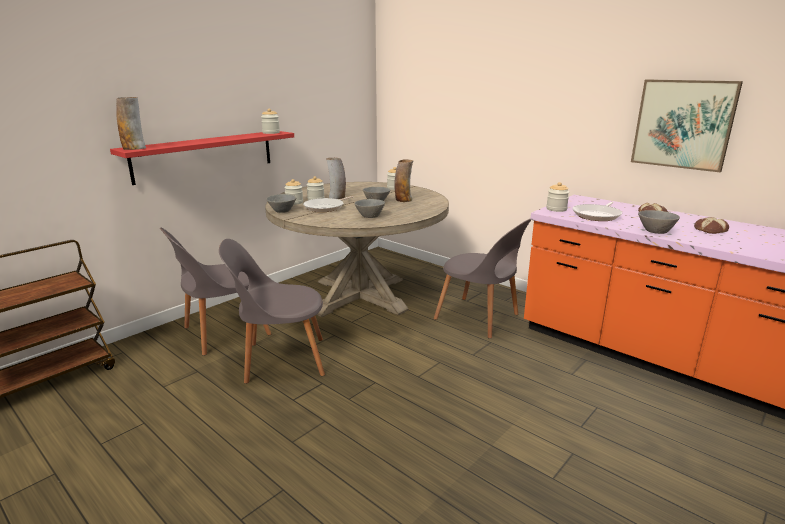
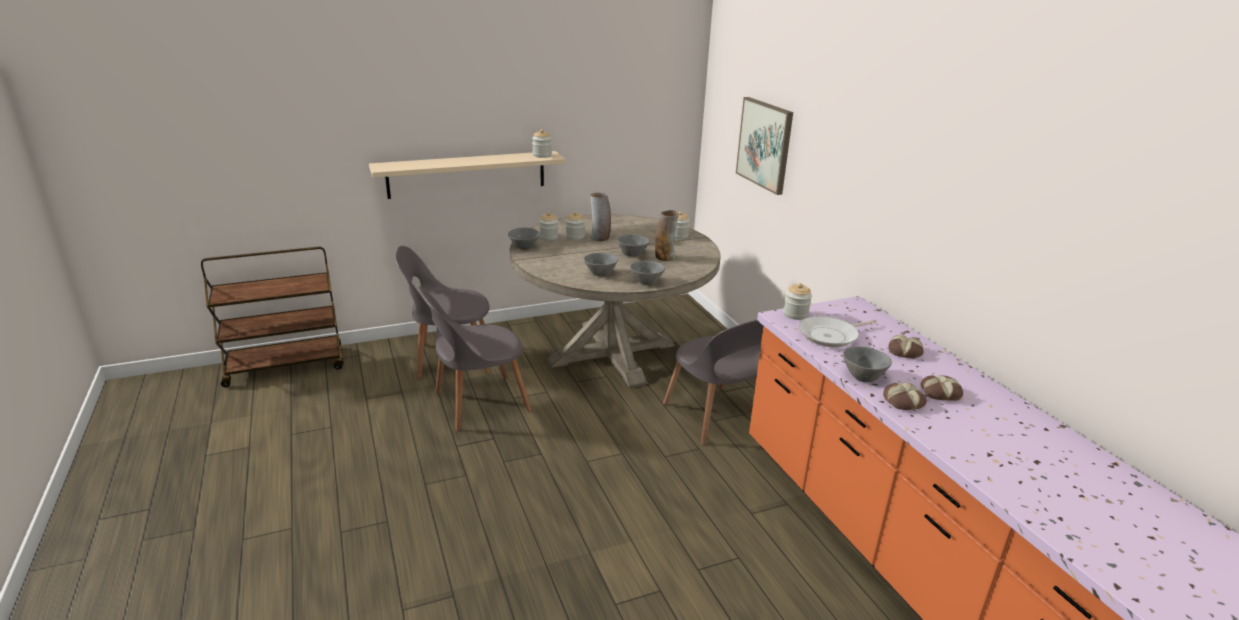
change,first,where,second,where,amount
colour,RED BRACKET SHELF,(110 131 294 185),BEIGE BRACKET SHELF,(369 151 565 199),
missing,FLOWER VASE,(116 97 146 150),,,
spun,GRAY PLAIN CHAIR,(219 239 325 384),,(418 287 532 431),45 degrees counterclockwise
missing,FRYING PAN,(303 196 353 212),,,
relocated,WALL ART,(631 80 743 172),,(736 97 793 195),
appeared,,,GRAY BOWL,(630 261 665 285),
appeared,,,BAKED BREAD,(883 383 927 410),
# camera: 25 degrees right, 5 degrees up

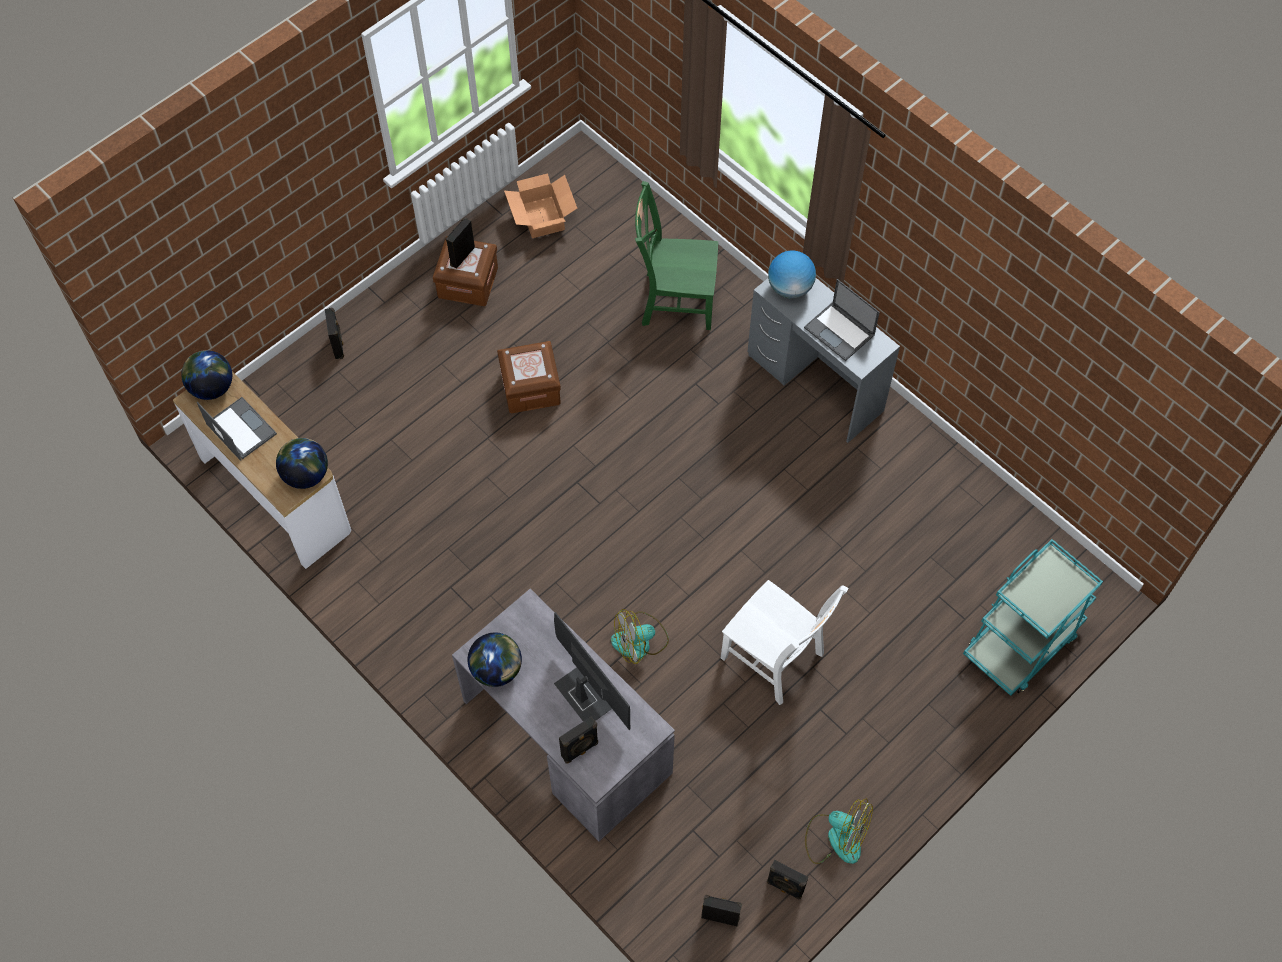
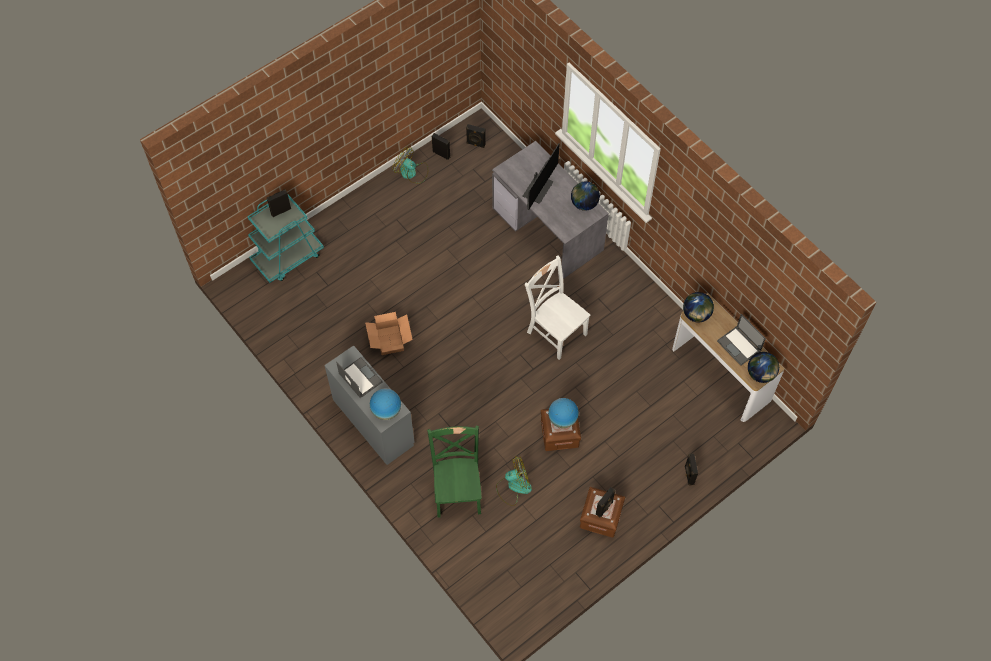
change,first,where,second,where,amount
relocated,CARDBOARD BOX,(504 173 577 238),,(365 312 413 355),
spun,MONITOR,(554 612 630 730),,(523 143 560 211),120 degrees counterclockwise
relocated,BLACK-COLOURED SPEAKER,(559 716 598 763),,(267 189 291 217),
relocated,FAN,(611 609 669 664),,(496 456 532 506),
spun,GREEN PLAIN CHAIR,(635 181 718 330),,(427 426 482 518),105 degrees counterclockwise
relocated,WHITE PLAIN CHAIR,(721 580 848 705),,(525 255 591 360),
appeared,,,WORLD GLOBE,(548 398 579 428),
# camera: 175 degrees left, 0 degrees up

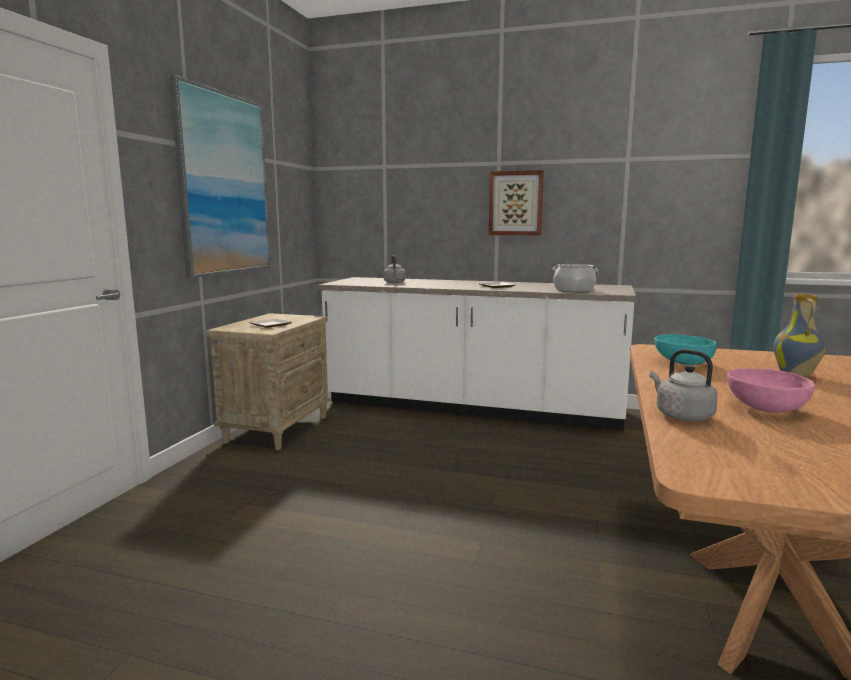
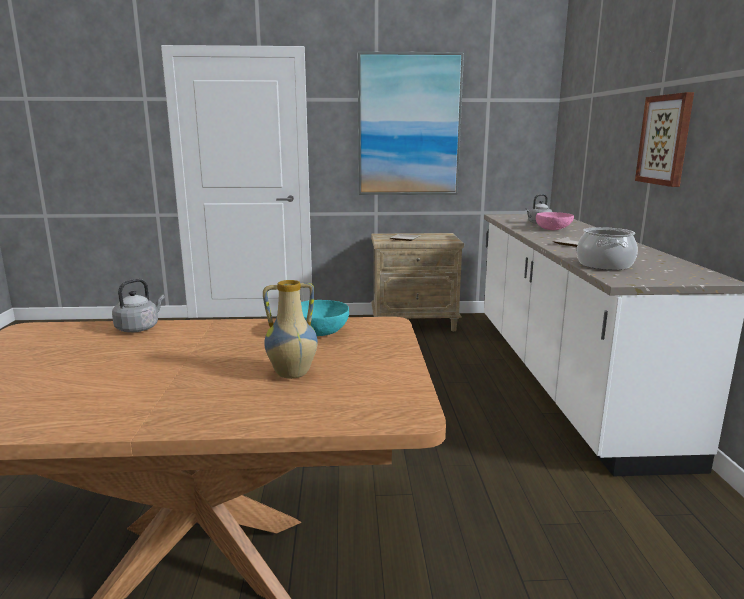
change,first,where,second,where,amount
relocated,PINK BOWL,(727 369 815 413),,(536 212 574 230),
# camera: 70 degrees right, 5 degrees up

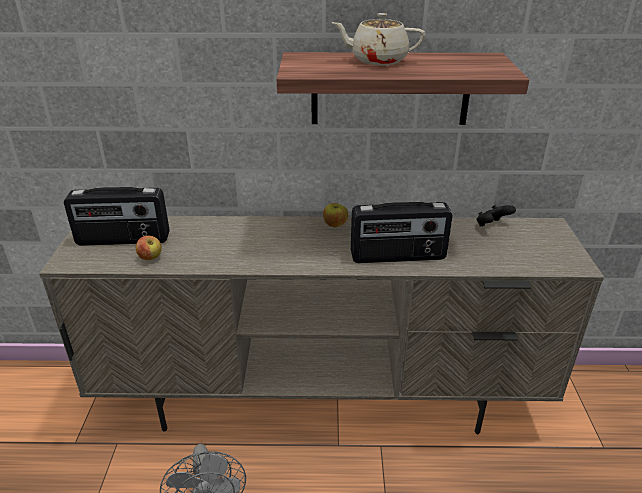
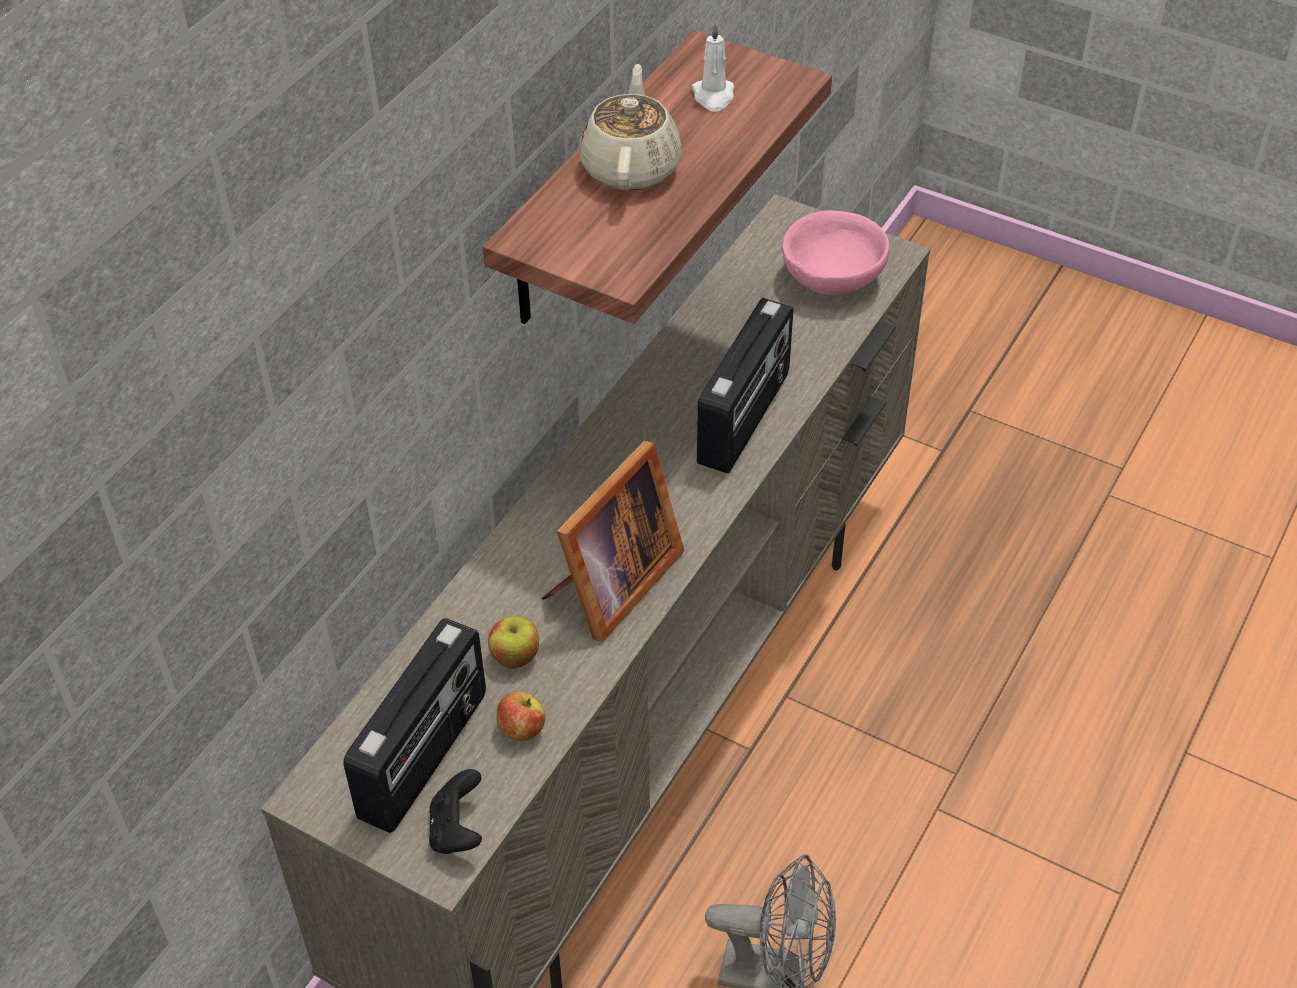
change,first,where,second,where,amount
relocated,WHOLE APPLE,(323 203 348 228),,(488 616 539 668),
spun,BEIGE TEAPOT,(332 13 425 65),,(579 64 682 190),150 degrees clockwise
relocated,BLACK-COLOURED GAMEPAD,(477 205 516 227),,(429 769 482 854),
appeared,,,STANDING FRAME,(542 440 684 642),
appeared,,,WHITE WAX CANDLE,(692 23 734 112),
appeared,,,PINK BOWL,(782 210 889 295),
# camera: 60 degrees left, 15 degrees up

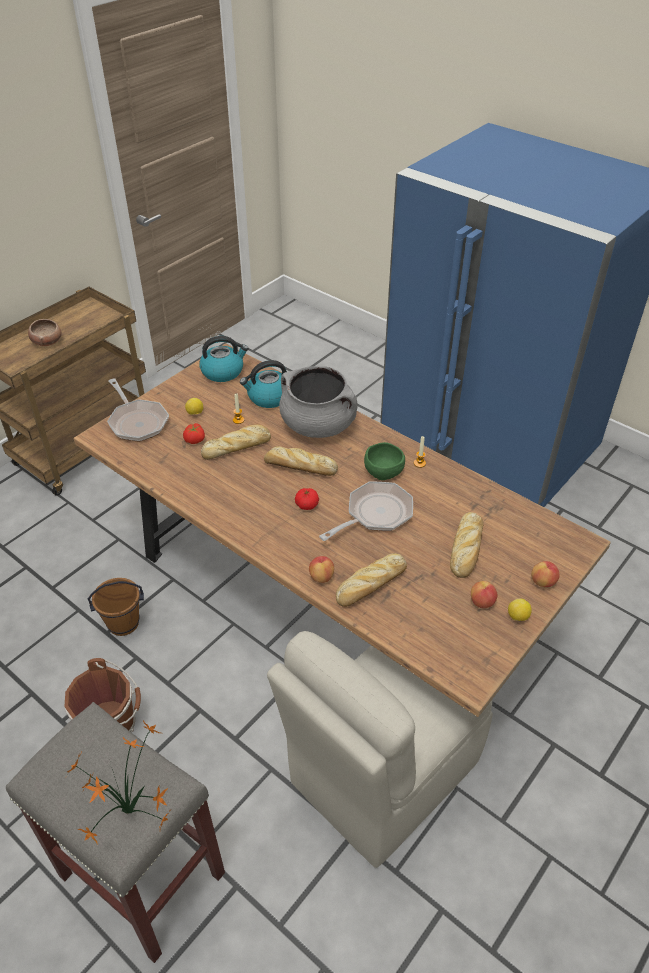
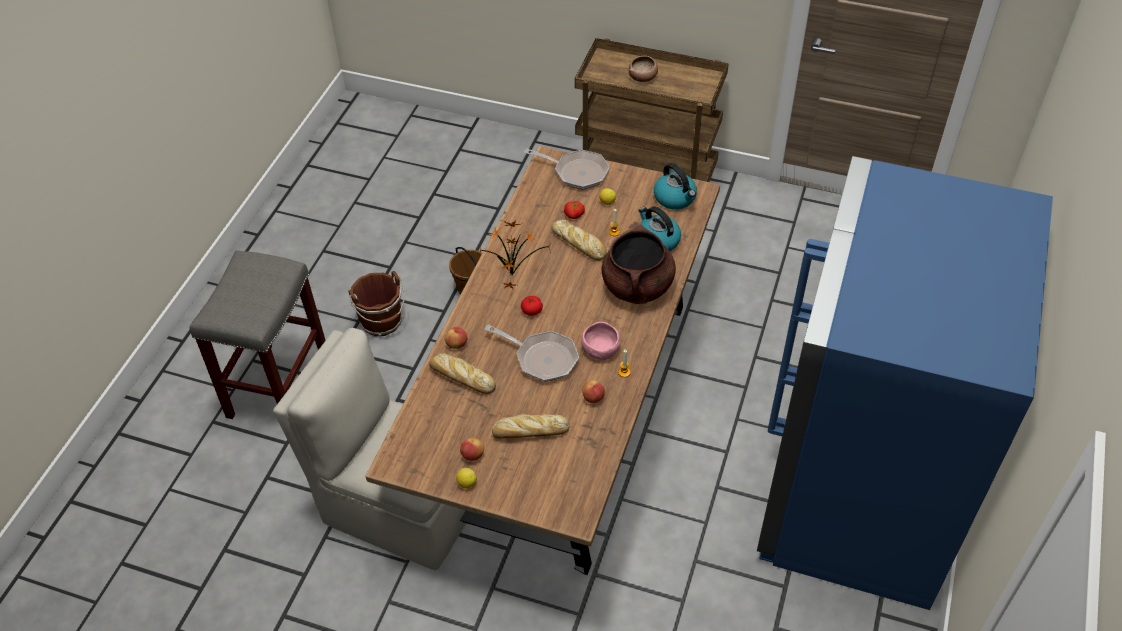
change,first,where,second,where,amount
relocated,POTTED PLANT,(63 720 172 845),,(479 220 551 289),
spun,FRYING PAN,(107 378 169 442),,(524 149 610 189),105 degrees counterclockwise
missing,BAKED BREAD,(264 446 338 476),,,
colour,GRAY STOCKPOT,(279 366 358 438),BROWNISH STOCKPOT,(602 224 676 304),
colour,GREEN BOWL,(364 442 405 480),PINK BOWL,(581 322 620 360),
relocated,WHOLE APPLE,(531 561 560 587),,(582 380 605 403),
# camera: 70 degrees right, 5 degrees up

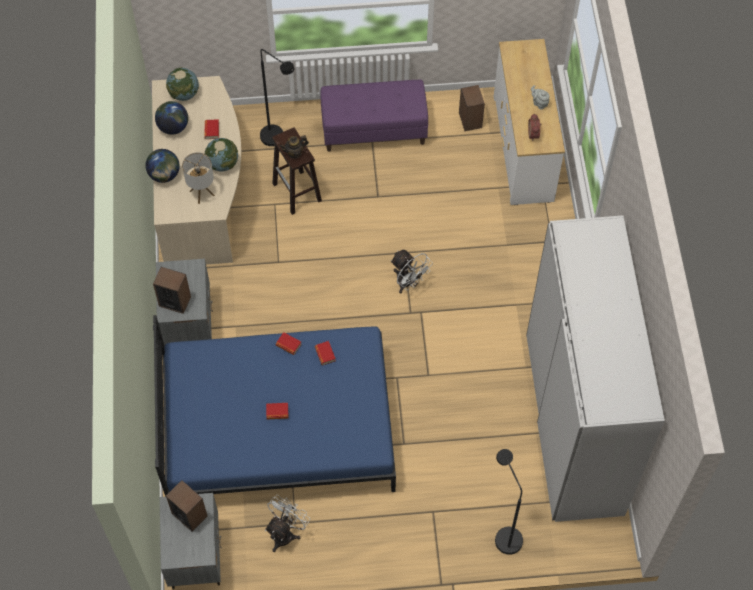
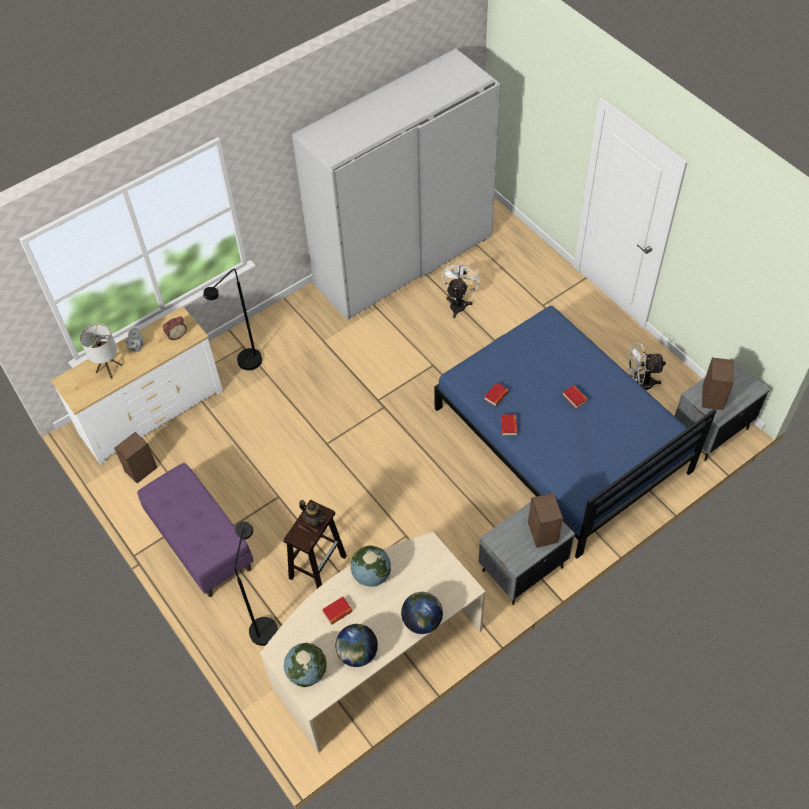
change,first,where,second,where,amount
relocated,TABLE LAMP,(182 152 215 204),,(80 324 122 379),
relocated,WHITE FAN,(390 250 433 294),,(442 261 481 318),
relocated,BLACK-COLOURED FLOOR LAMP,(495 449 523 555),,(204 269 262 370),
# camera: 120 degrees left, 5 degrees down

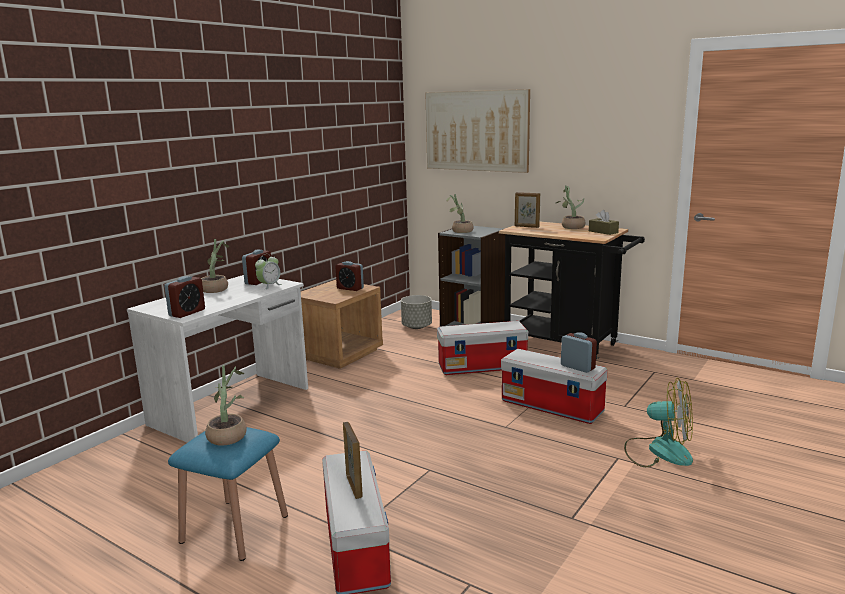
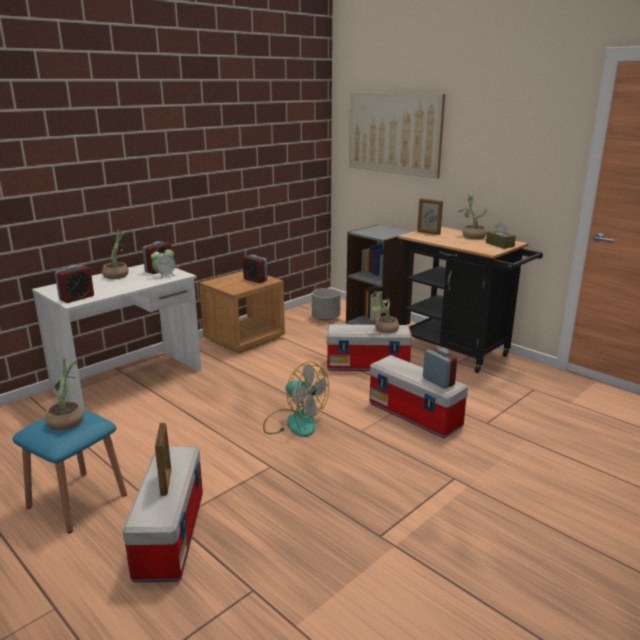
change,first,where,second,where,amount
relocated,POTTED PLANT,(446 194 474 233),,(370 291 399 333),
relocated,FAN,(624 378 693 467),,(263 362 329 437),
# camera: 10 degrees right, 5 degrees up

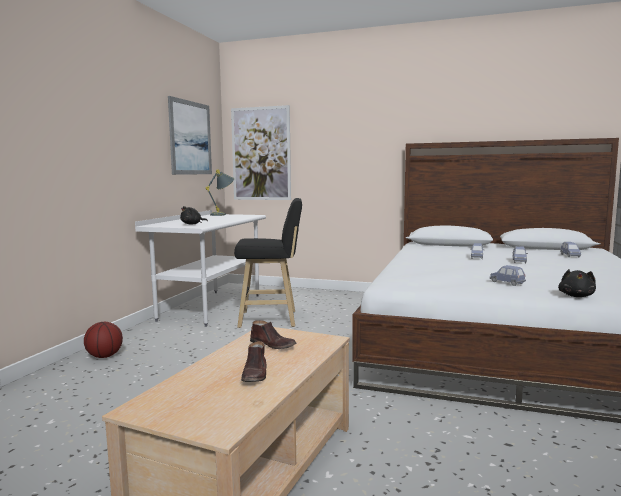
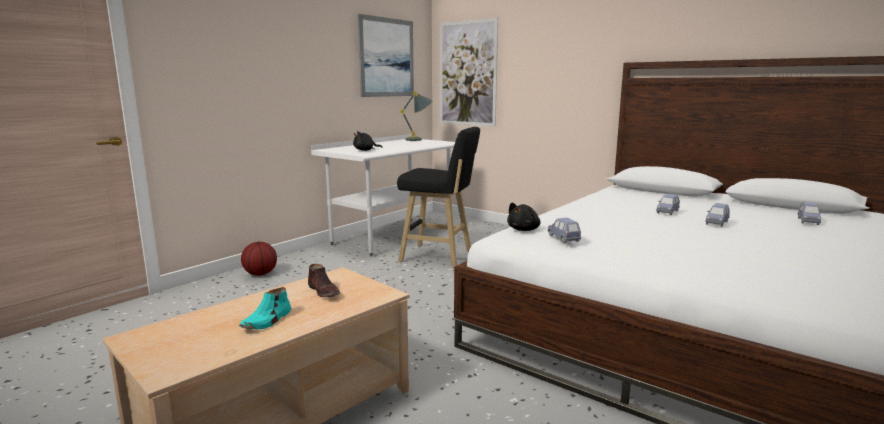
change,first,where,second,where,amount
colour,BROWNISH ITEM OF FOOTWEAR,(241 341 267 382),TURQUOISE-COLOURED ITEM OF FOOTWEAR,(239 287 291 329),
relocated,BLUE MINIATURE CAR,(490 265 526 286),,(547 218 581 243),
relocated,BLACK-COLOURED CUDDLY TOY,(558 269 596 297),,(507 203 541 231),
# camera: 20 degrees right, 5 degrees up

